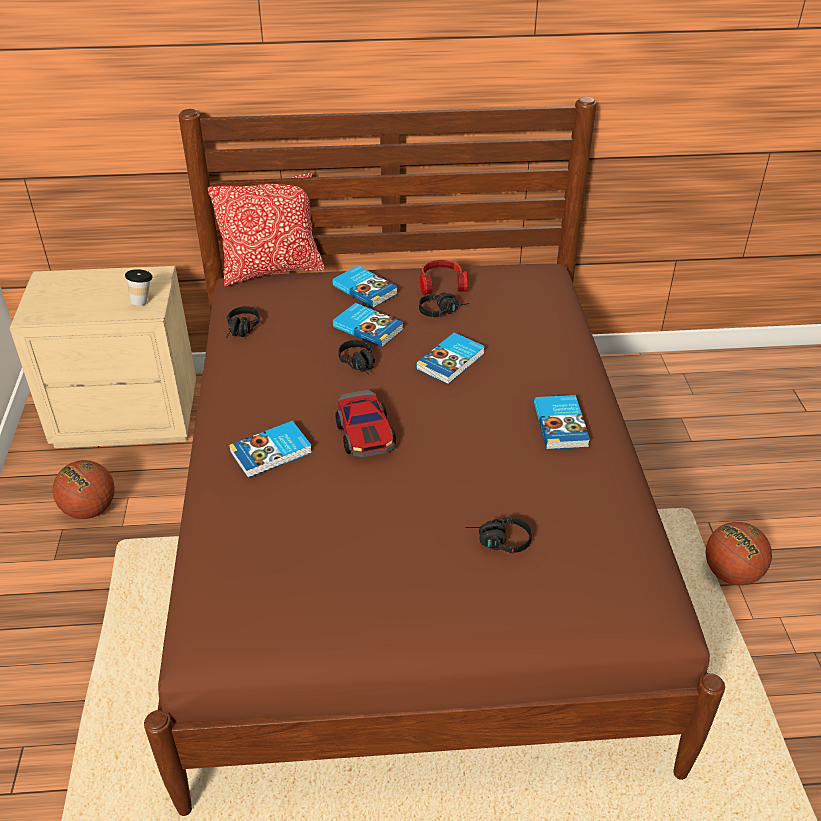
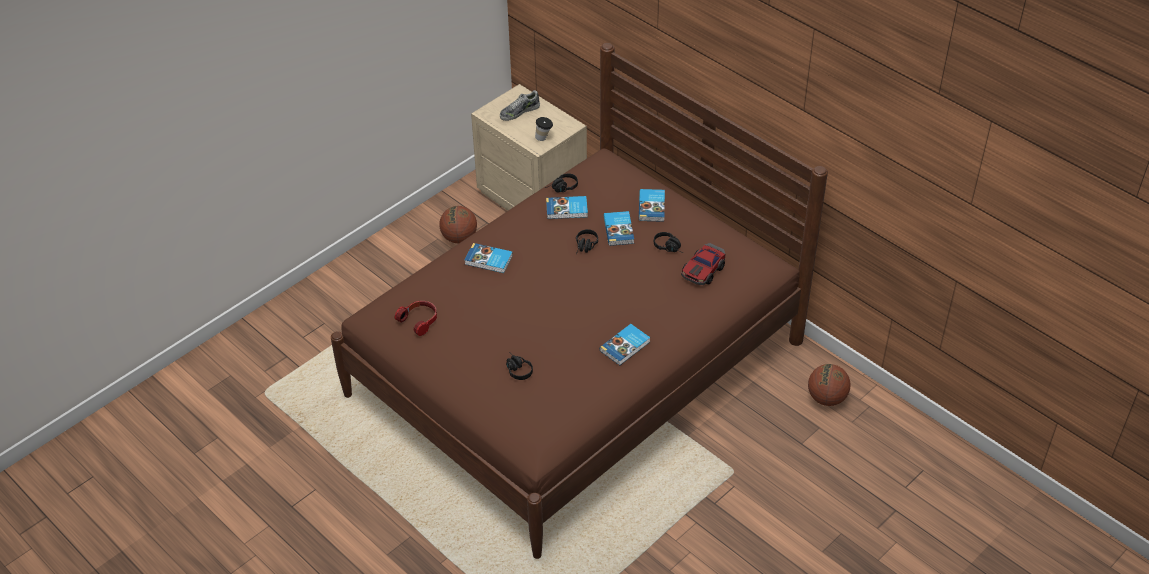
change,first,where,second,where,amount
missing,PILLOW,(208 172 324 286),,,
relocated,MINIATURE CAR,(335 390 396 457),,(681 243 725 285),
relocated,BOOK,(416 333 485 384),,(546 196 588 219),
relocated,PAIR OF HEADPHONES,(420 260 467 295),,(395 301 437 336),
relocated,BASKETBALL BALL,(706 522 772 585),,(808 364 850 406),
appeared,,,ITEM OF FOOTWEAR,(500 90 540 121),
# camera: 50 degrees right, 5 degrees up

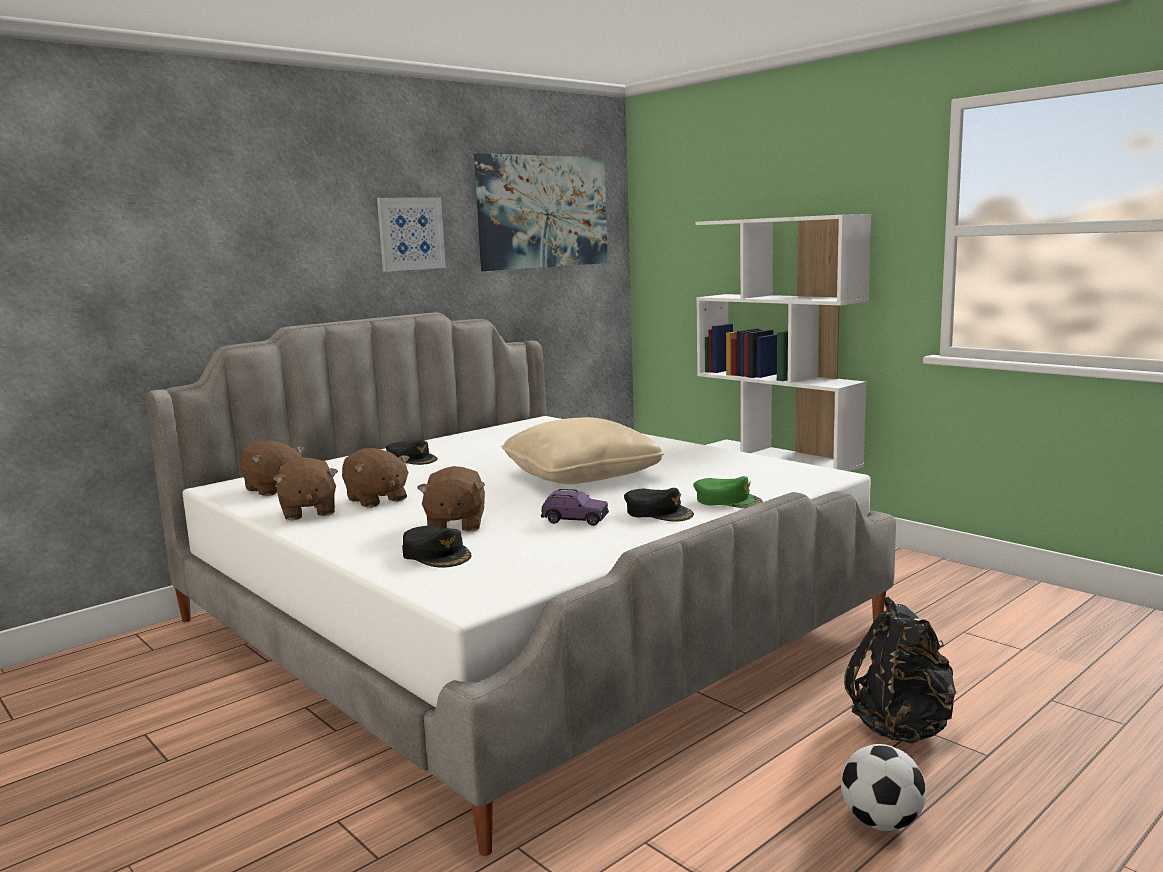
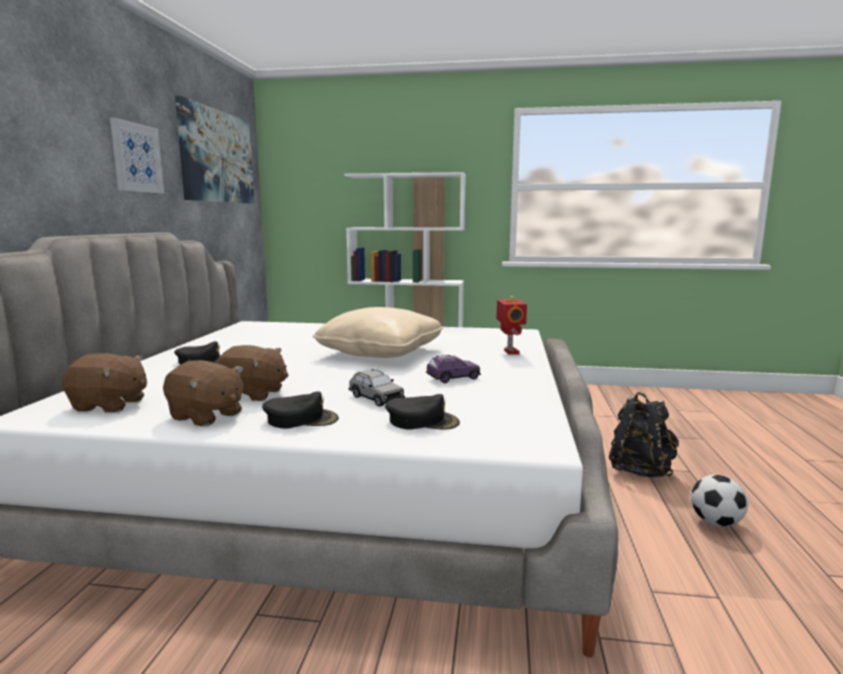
change,first,where,second,where,amount
exchanged,BROWNISH CUDDLY TOY,(417 466 485 532),GRAY MINIATURE CAR,(348 369 405 407),
relocated,BLACK-COLOURED PEAKED CAP,(624 488 694 522),,(262 391 339 429),
exchanged,GREEN PEAKED CAP,(693 476 763 508),ROBOT FIGURE,(496 296 527 354),
# camera: 40 degrees left, 0 degrees up

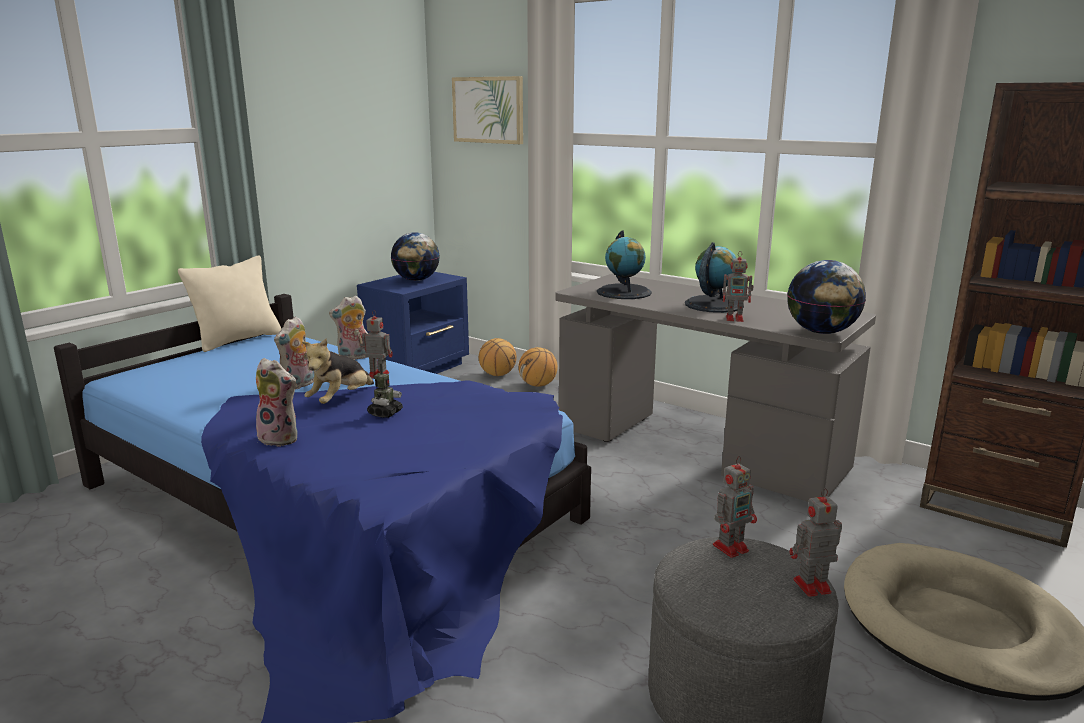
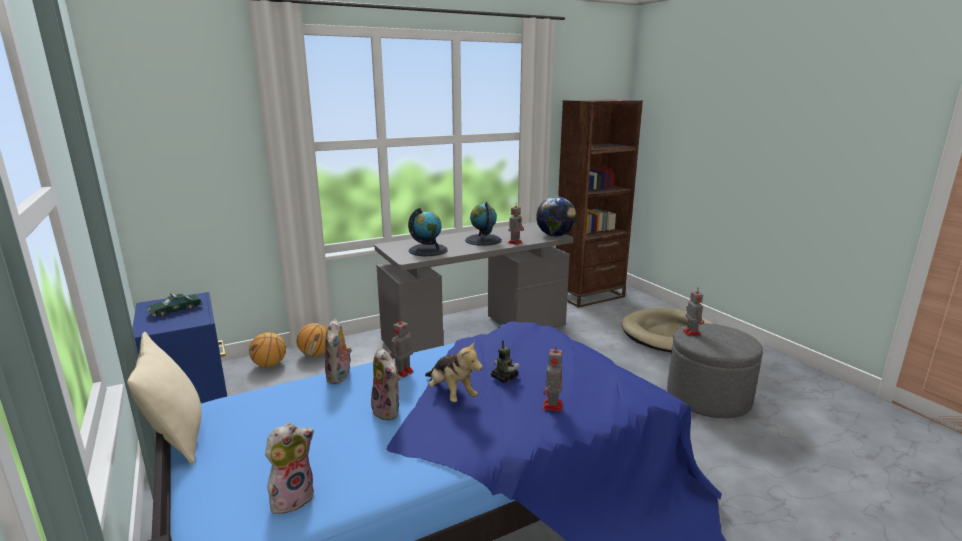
change,first,where,second,where,amount
relocated,CUDDLY TOY,(256 358 298 447),,(265 423 314 517),
exchanged,WORLD GLOBE,(391 232 440 281),MINIATURE CAR,(148 293 202 317),
missing,WALL ART,(452 76 523 144),,,
relocated,ROBOT FIGURE,(790 488 842 597),,(543 347 563 412),
# camera: 65 degrees left, 0 degrees up

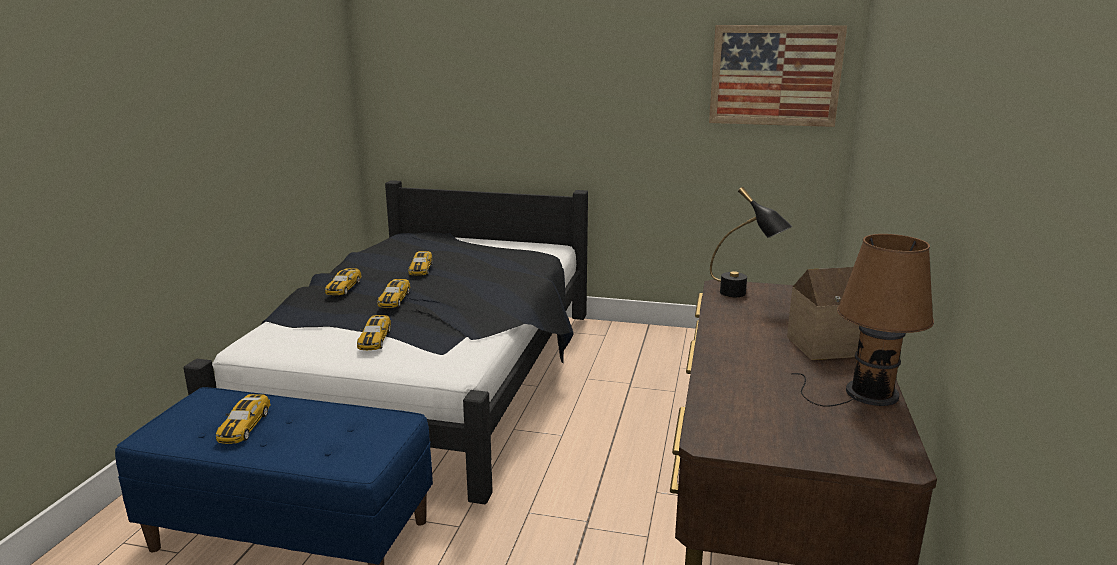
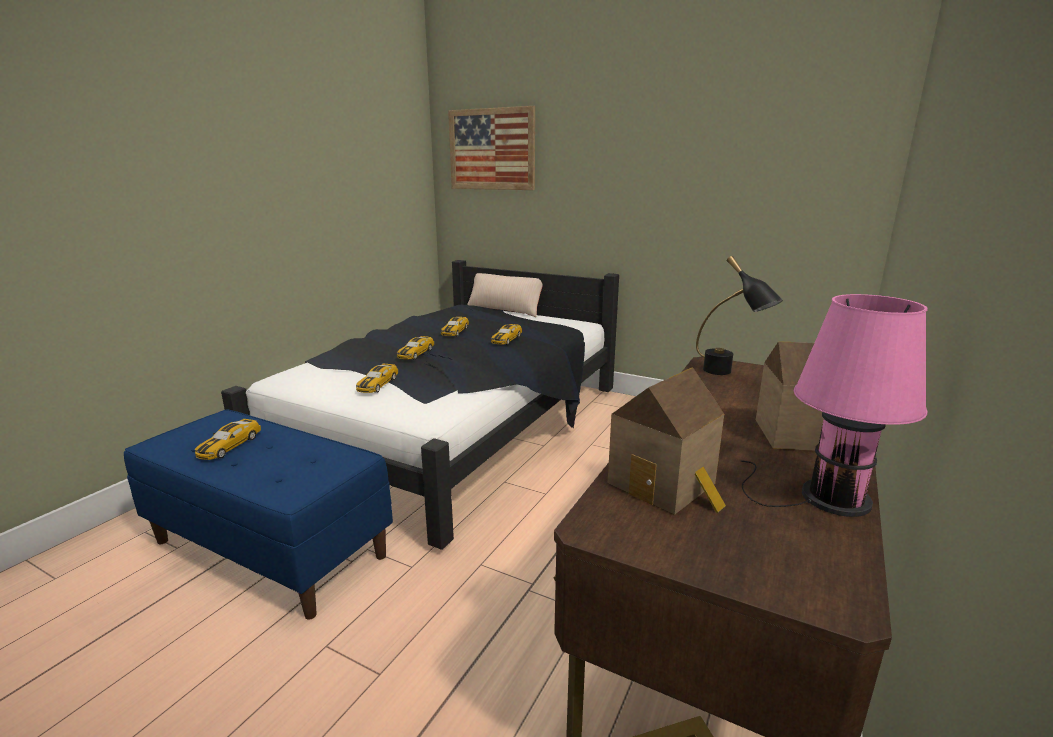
change,first,where,second,where,amount
relocated,MINIATURE CAR,(325 268 362 295),,(491 324 522 345),
relocated,WALL ART,(709 25 847 127),,(448 106 535 190),
colour,BROWNISH TABLE LAMP,(791 234 934 407),PINK TABLE LAMP,(740 294 928 517),
appeared,,,BEIGE PILLOW,(467 273 543 317),
appeared,,,MODEL HOUSE,(608 367 726 515),
# camera: 15 degrees right, 0 degrees up

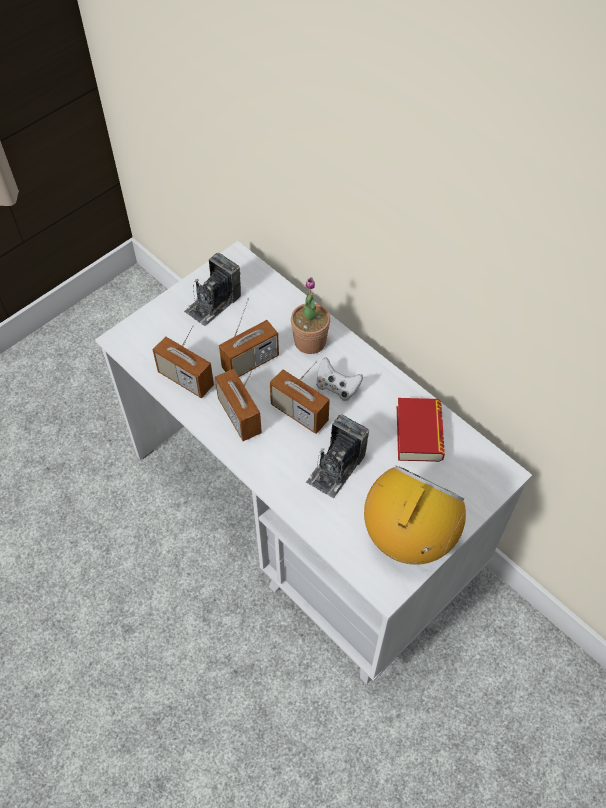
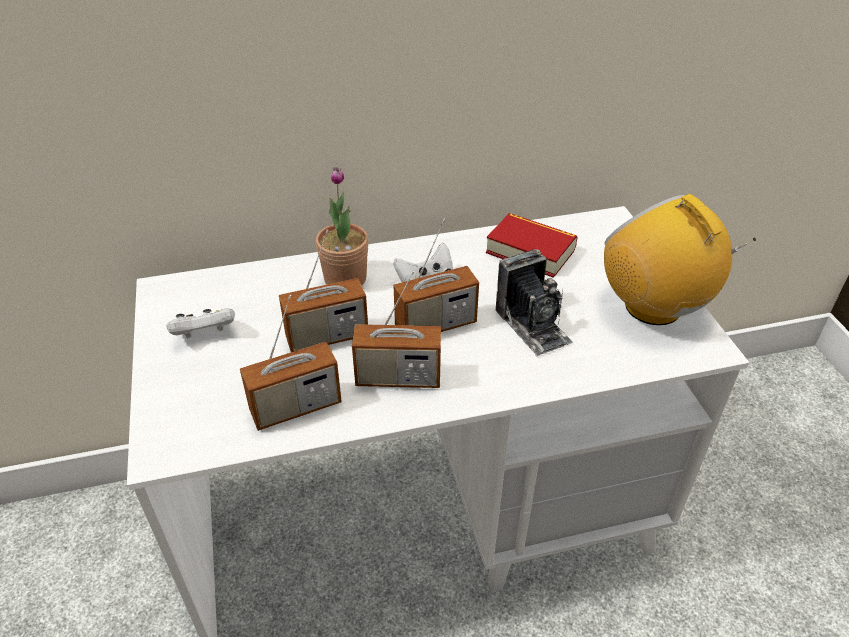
change,first,where,second,where,amount
exchanged,PHOTO CAMERA,(184 253 241 326),WHITE GAMEPAD,(167 308 235 338),
spun,RADIO SET,(219 298 279 377),,(279 230 368 352),75 degrees clockwise
# camera: 60 degrees left, 15 degrees down

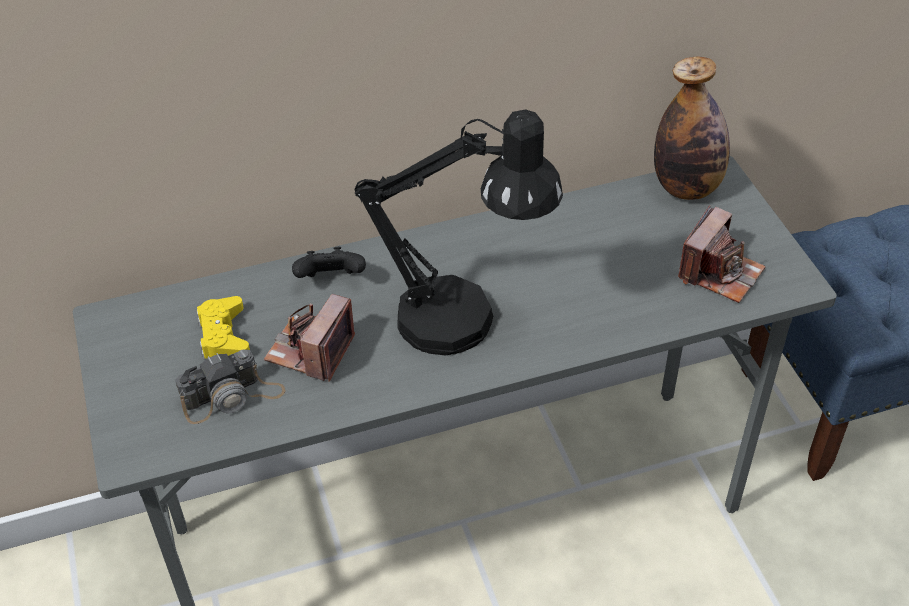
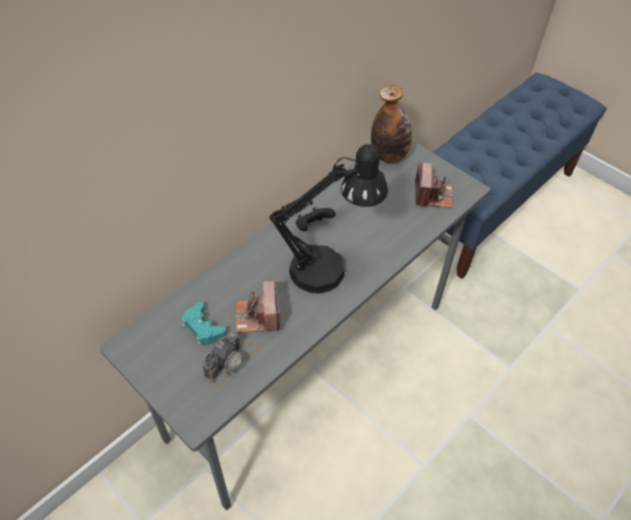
change,first,where,second,where,amount
colour,YELLOW-COLOURED GAMEPAD,(196 296 250 359),TURQUOISE-COLOURED GAMEPAD,(181 302 226 346),
relocated,BLACK-COLOURED GAMEPAD,(292 247 366 278),,(296 207 336 231),
# camera: 30 degrees left, 5 degrees up

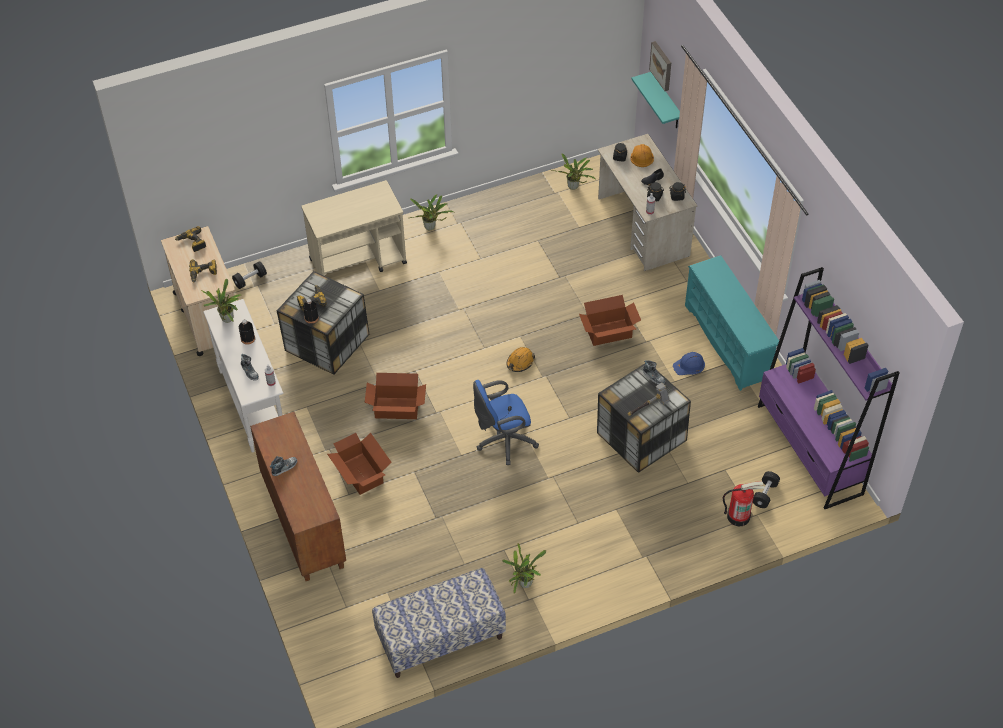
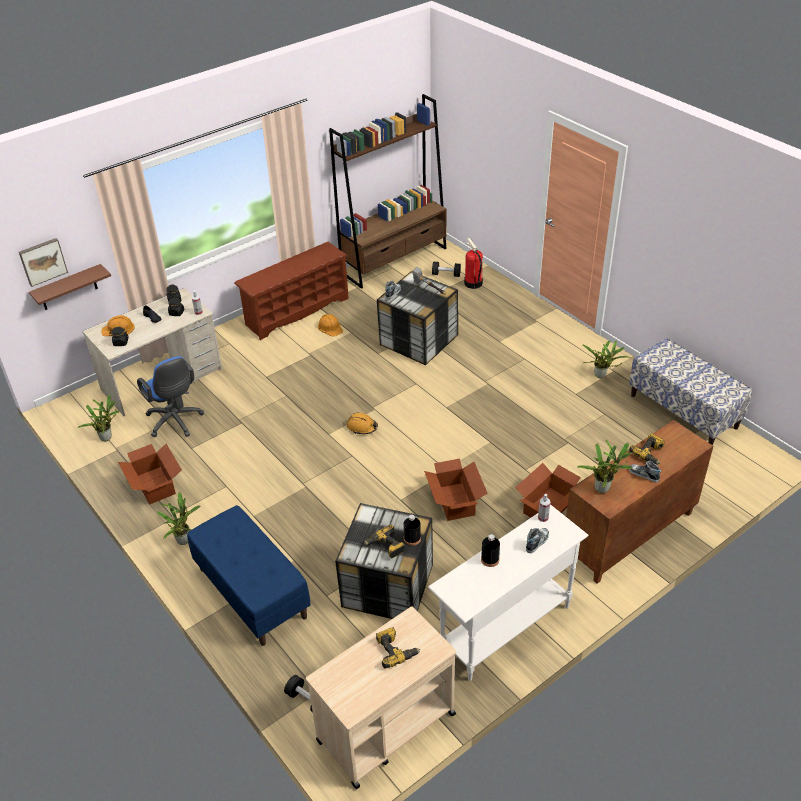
change,first,where,second,where,amount
relocated,POWER DRILL,(175 226 206 252),,(629 434 665 465),
relocated,POTTED PLANT,(201 279 241 323),,(577 440 633 493),
exchanged,BEIGE TROLLEY,(302 180 407 276),BLUE INDOOR BENCH,(187 505 311 646),
relocated,BLUE OFFICE CHAIR,(473 380 539 465),,(137 356 204 437),
relocated,CARDBOARD BOX,(579 295 641 346),,(118 444 182 505),
colour,TURQUOISE-COLOURED BRACKET SHELF,(631 72 680 128),BROWNISH BRACKET SHELF,(29 264 111 310),
colour,BLUE WORK HELMET,(673 352 705 375),ORANGE WORK HELMET,(318 314 343 337),
colour,TURQUOISE-COLOURED SHOE RACK,(685 255 779 391),BROWNISH SHOE RACK,(234 242 349 340),
colour,PURPLISH BOOKCASE,(758 267 900 509),BROWNISH BOOKCASE,(329 94 447 289),
# camera: 105 degrees left, 10 degrees down

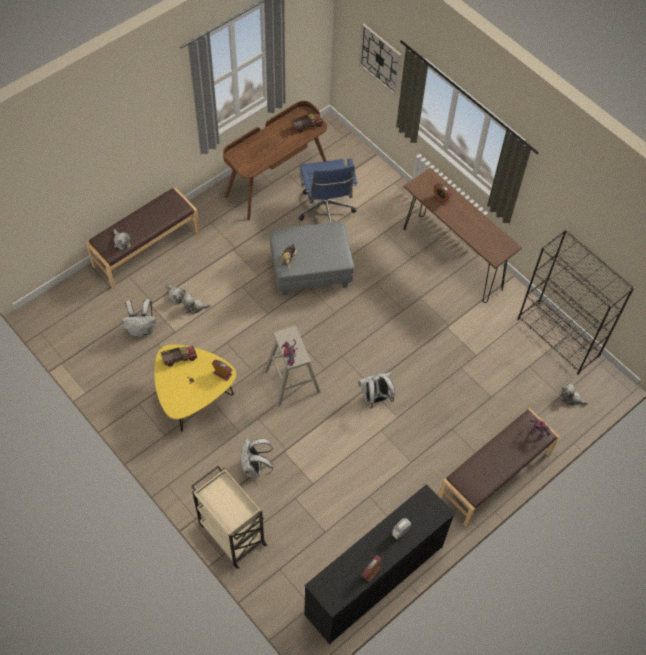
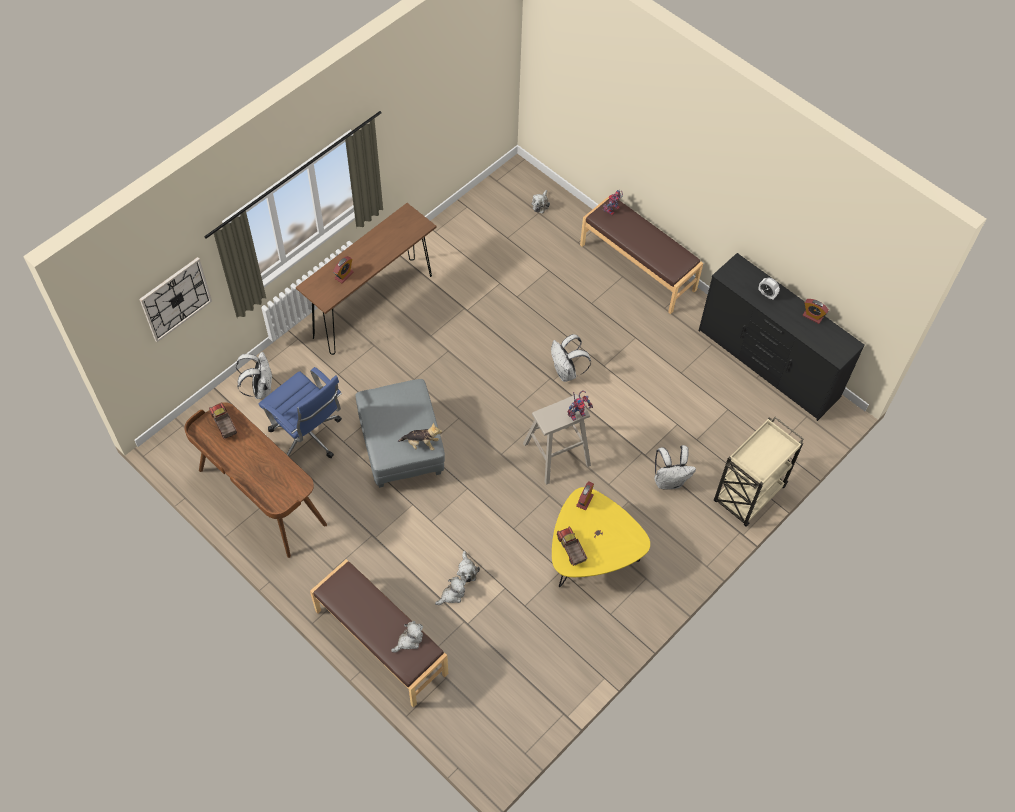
change,first,where,second,where,amount
relocated,WHITE RUCKSACK,(122 299 156 337),,(236 352 272 399),
spun,BLUE OFFICE CHAIR,(299 158 357 223),,(259 367 342 458),60 degrees clockwise
missing,BLACK-COLOURED BOOKCASE,(517 230 634 375),,,
# camera: 95 degrees left, 0 degrees up

